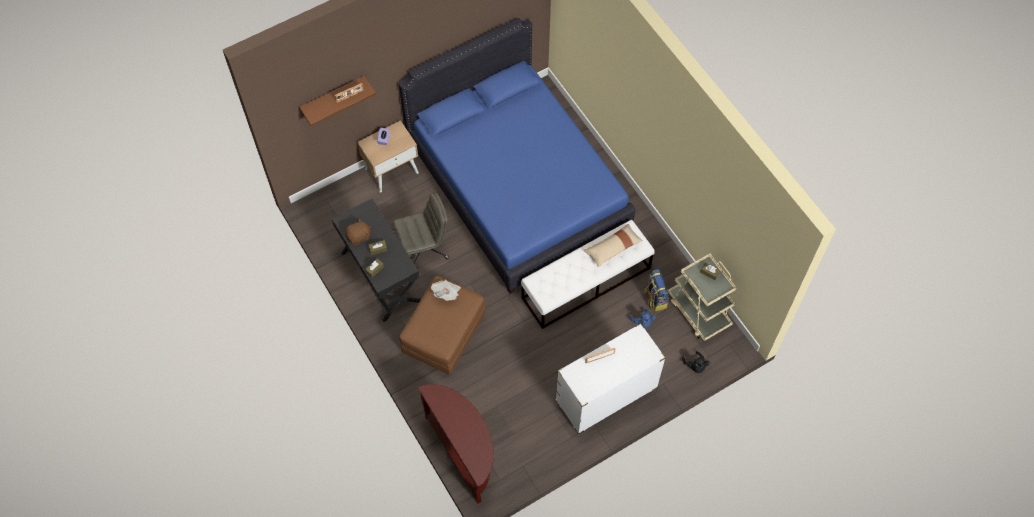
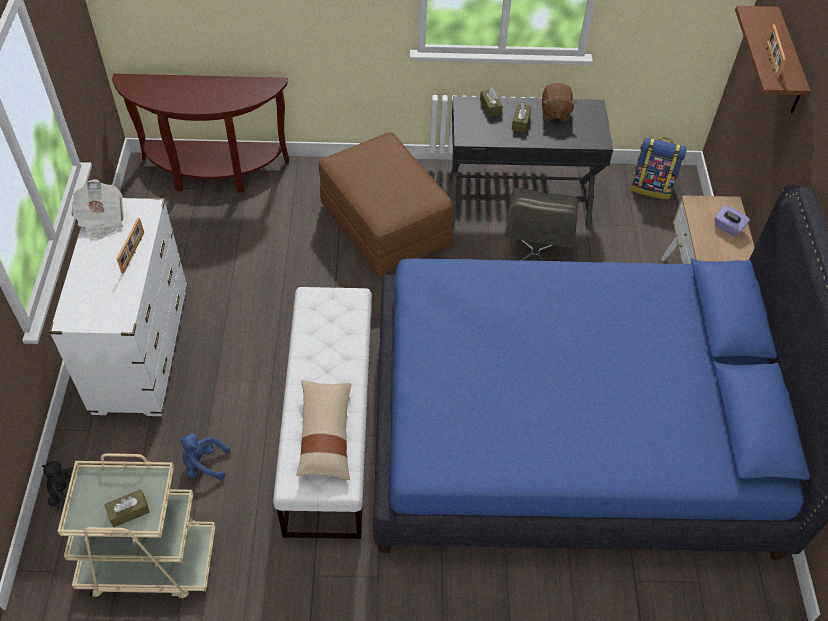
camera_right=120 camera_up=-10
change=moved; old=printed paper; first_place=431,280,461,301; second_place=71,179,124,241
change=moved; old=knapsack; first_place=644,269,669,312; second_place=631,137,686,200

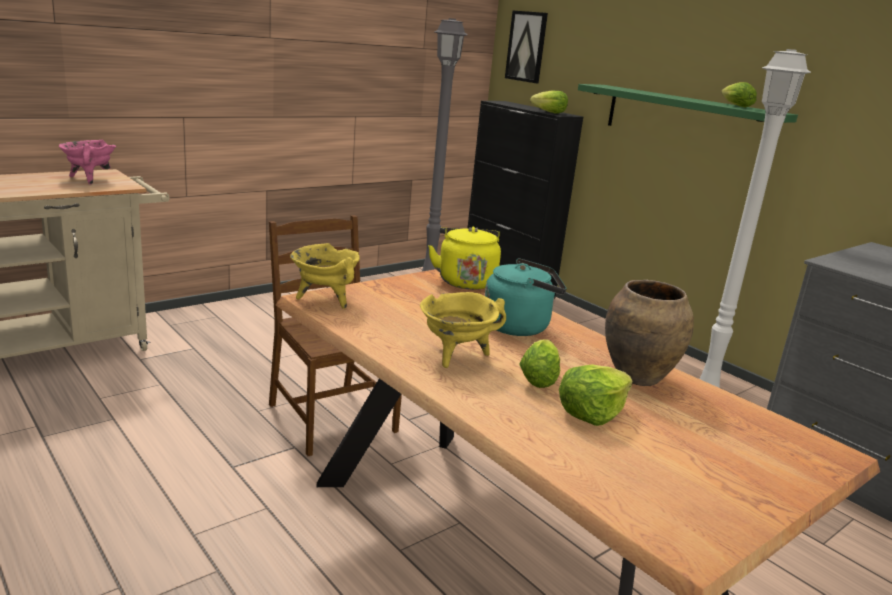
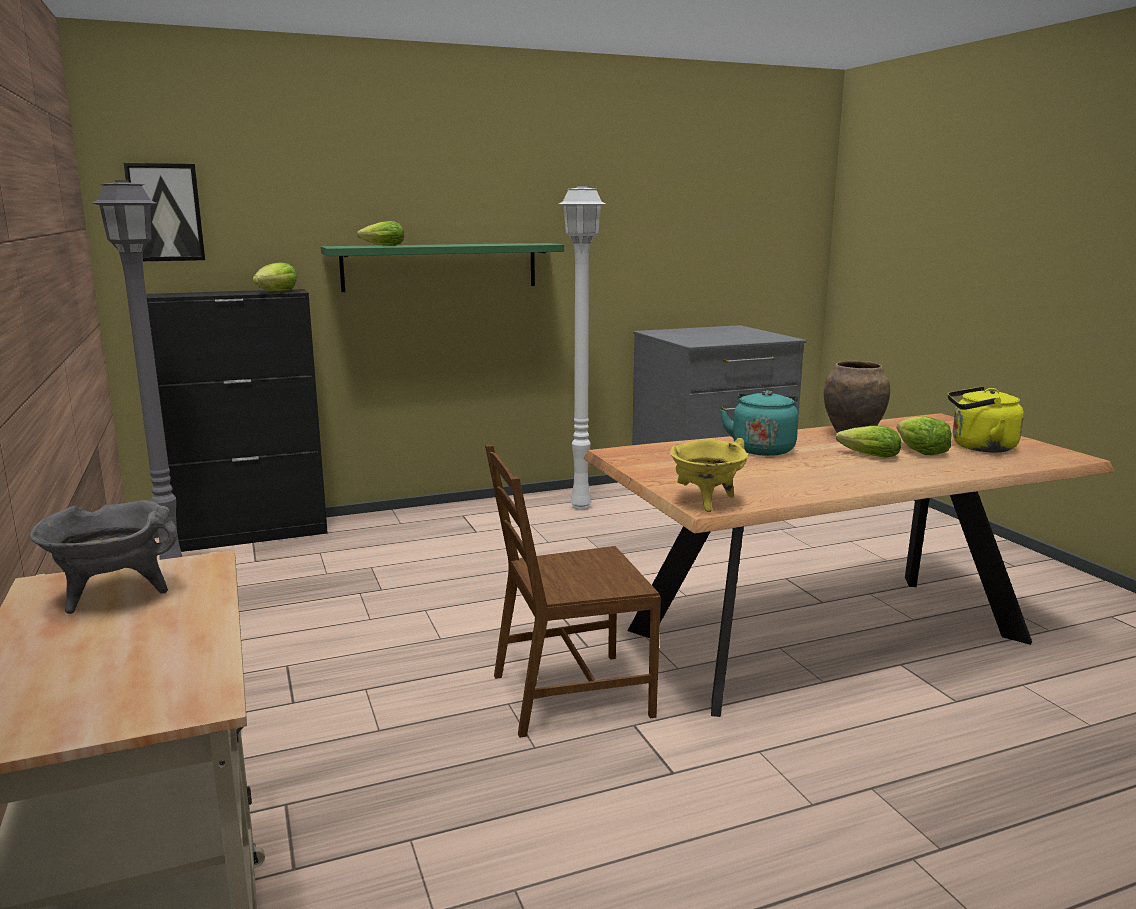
camera_right=-70 camera_up=-5
change=removed; old=stockpot (yellow); first_place=420,292,506,368
change=moved; old=water kettle (yellow); first_place=428,227,501,290; second_place=948,387,1024,453
change=moved; old=lettuce head; first_place=721,82,757,107; second_place=357,221,404,246
change=recoloured; old=stockpot (pink-coloured); new=stockpot (gray); first_place=59,140,116,184; second_place=30,500,178,614

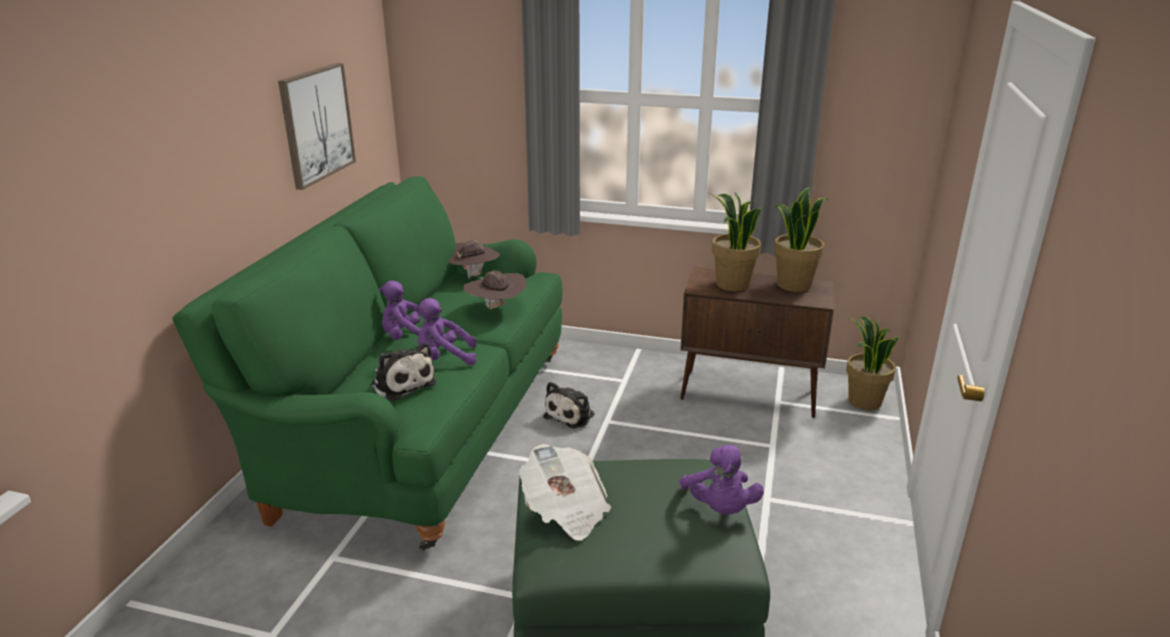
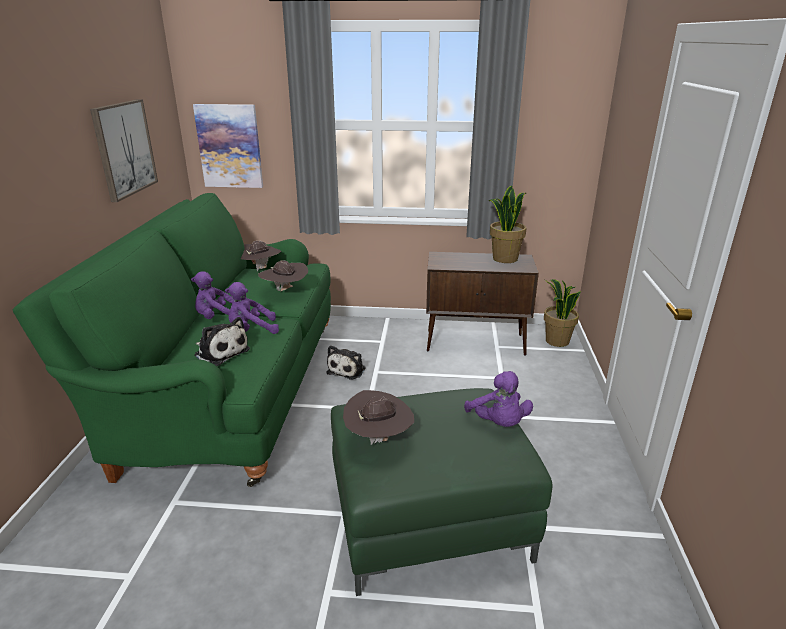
camera_right=-10 camera_up=0
change=removed; old=houseplant; first_place=710,193,762,291
change=added; new=picture; second_place=193,104,263,188
change=replaced; old=printed paper; new=hat (brownish); first_place=519,444,611,541; second_place=343,390,414,445

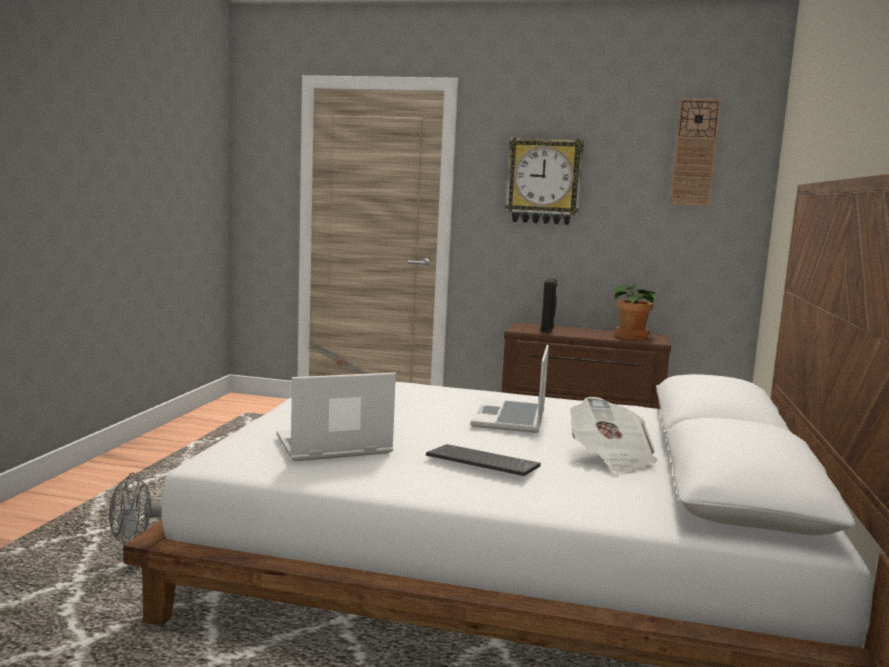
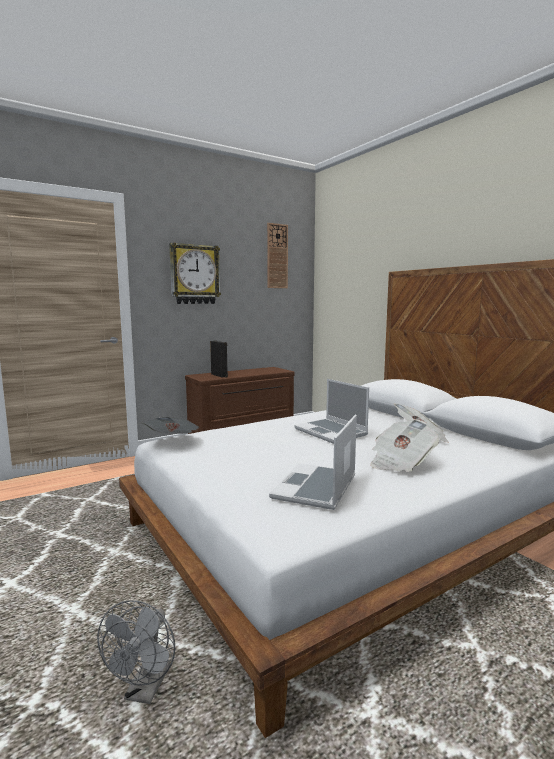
camera_right=-45 camera_up=0
change=removed; old=houseplant; first_place=614,285,657,340
change=replaced; old=PC keyboard; new=printed paper; first_place=426,444,541,476; second_place=370,419,439,472

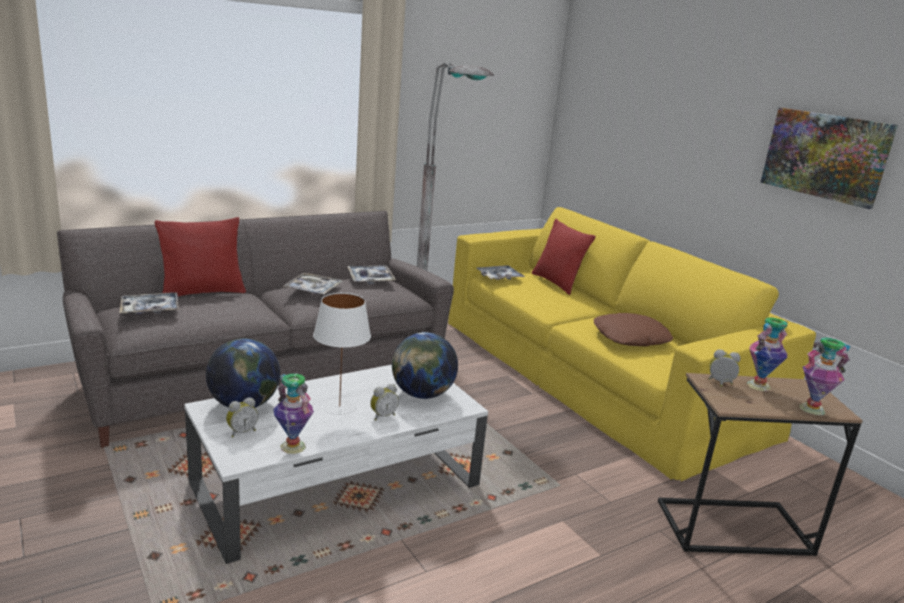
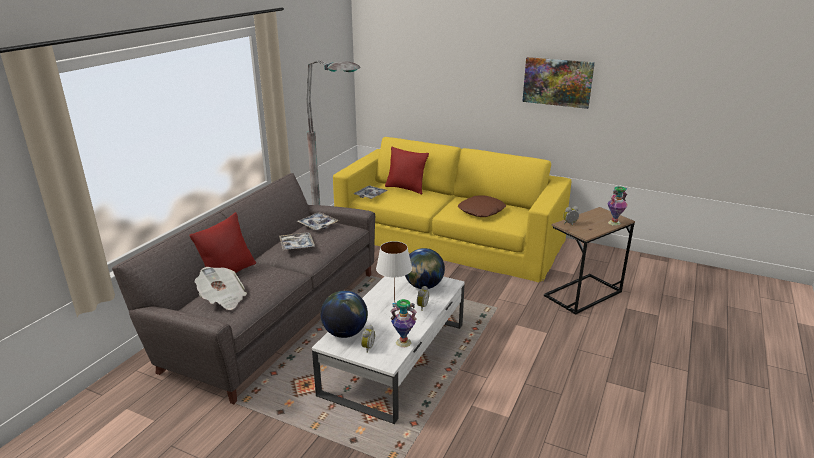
camera_right=-30 camera_up=5
change=removed; old=flower vase; first_place=747,318,788,391
change=replaced; old=tray; new=printed paper; first_place=120,292,179,314; second_place=195,267,247,310

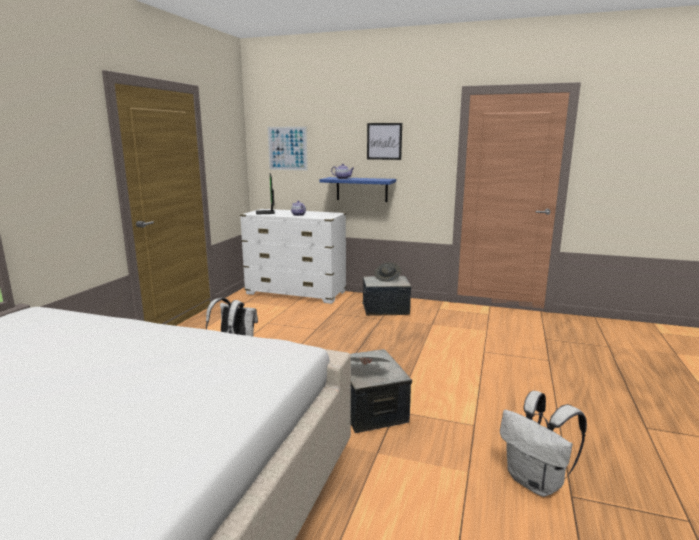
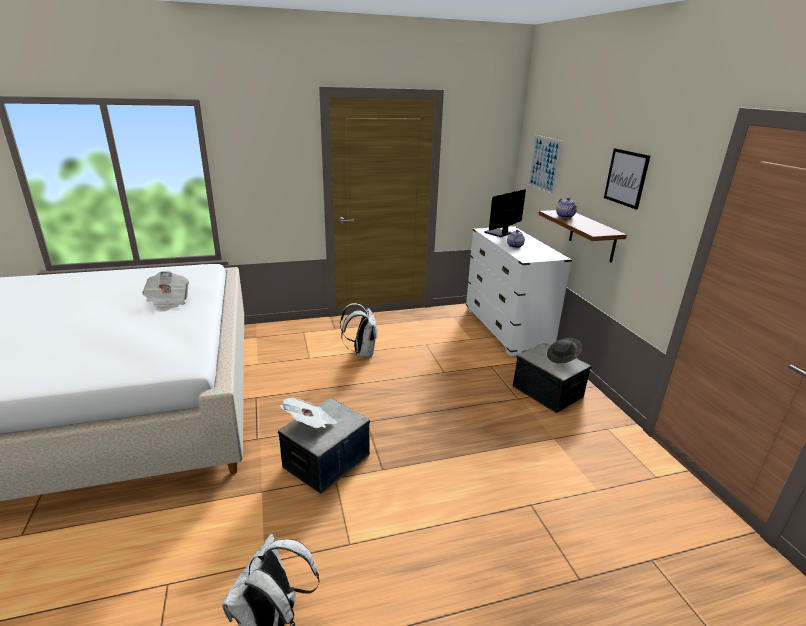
camera_right=55 camera_up=10
change=added; new=printed paper; second_place=142,271,189,312
change=recoloured; old=shelf (blue-coloured); new=shelf (brownish); first_place=319,177,396,202; second_place=538,210,627,262

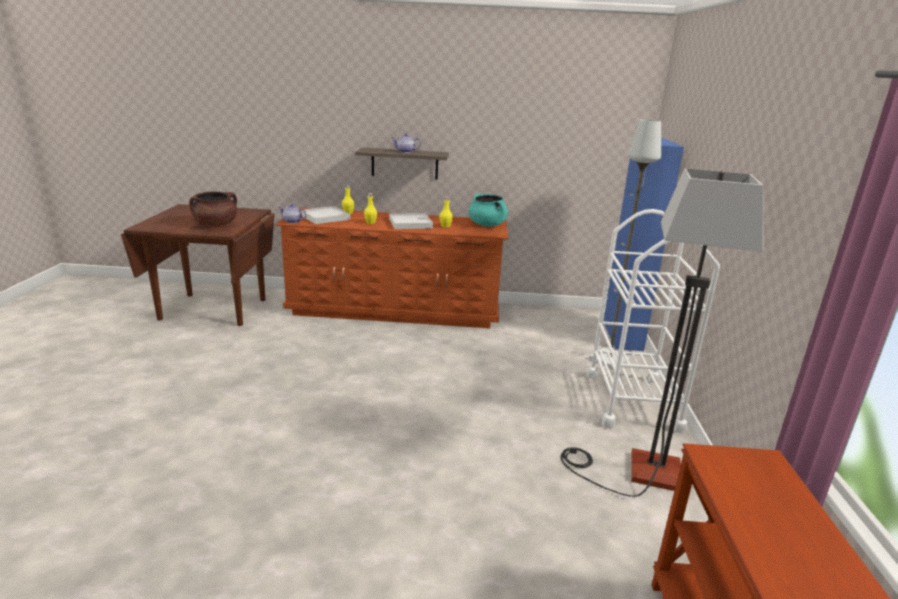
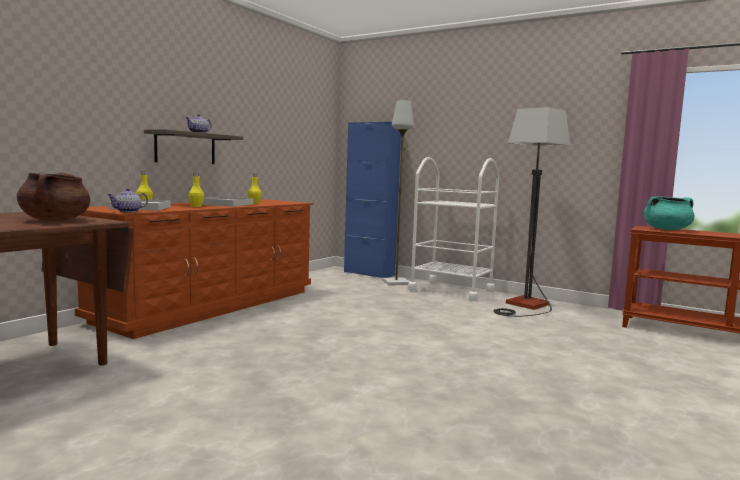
camera_right=-60 camera_up=-15
change=moved; old=stockpot (turquoise); first_place=469,193,508,227; second_place=644,196,694,230

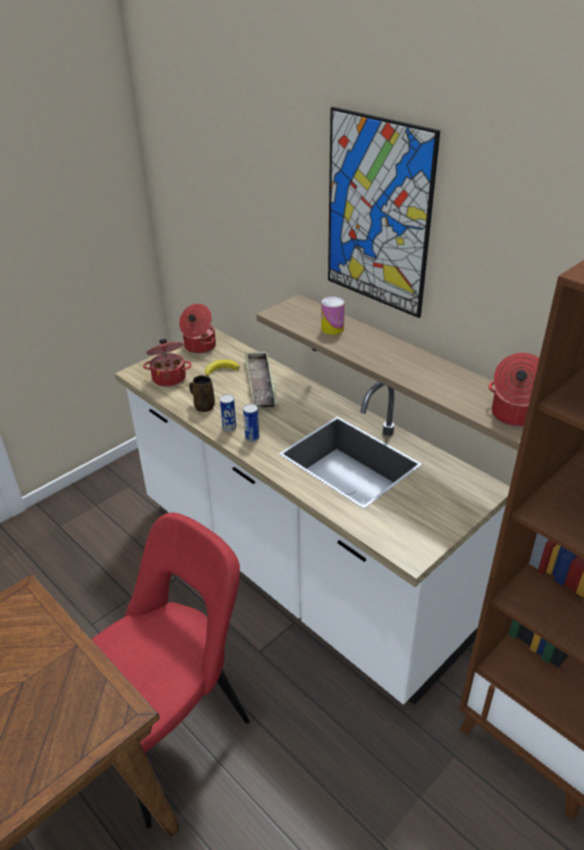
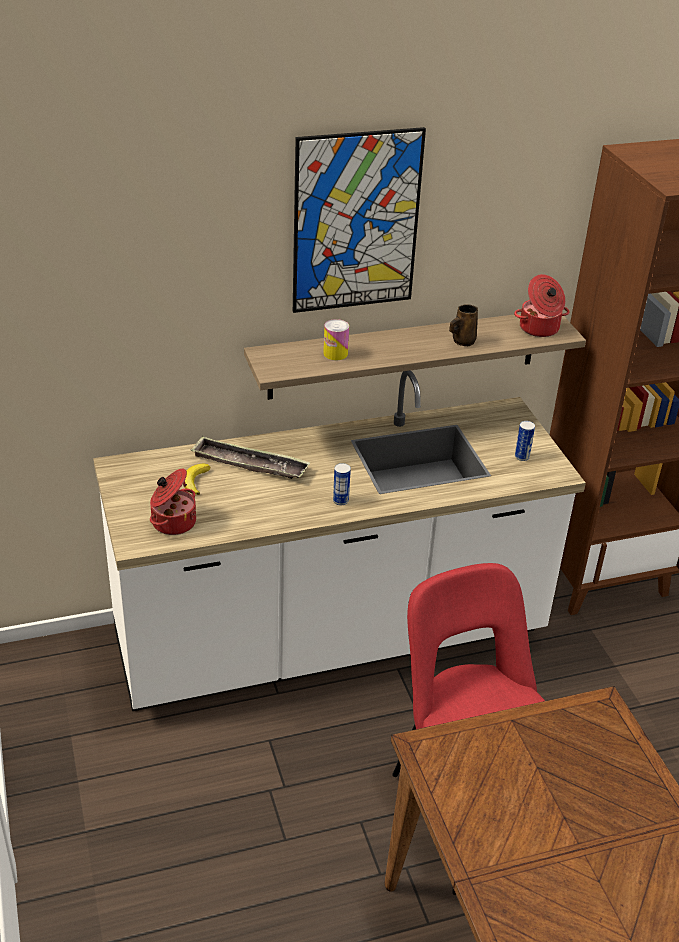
camera_right=-65 camera_up=0
change=removed; old=stockpot; first_place=179,304,216,354
change=moved; old=mug (brownish); first_place=189,375,215,412; second_place=449,304,478,346
change=moved; old=sealed can; first_place=220,394,236,432; second_place=515,421,535,461

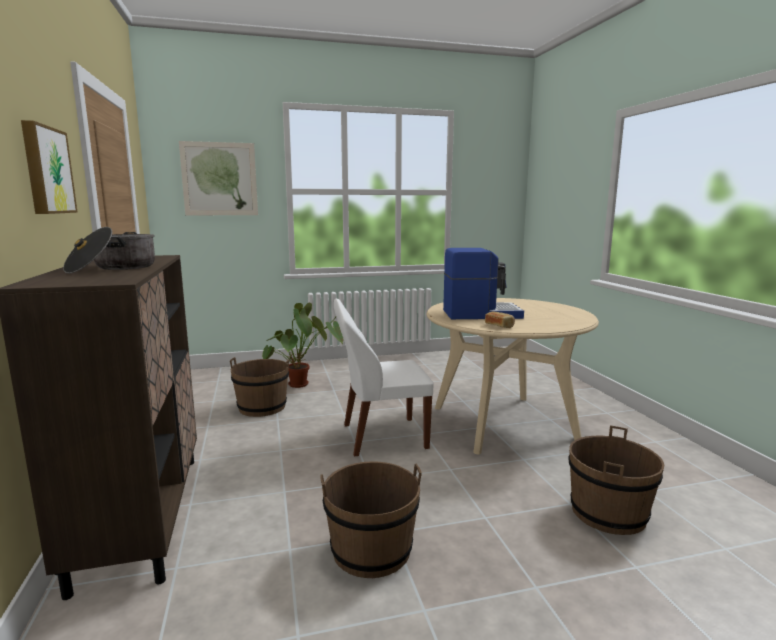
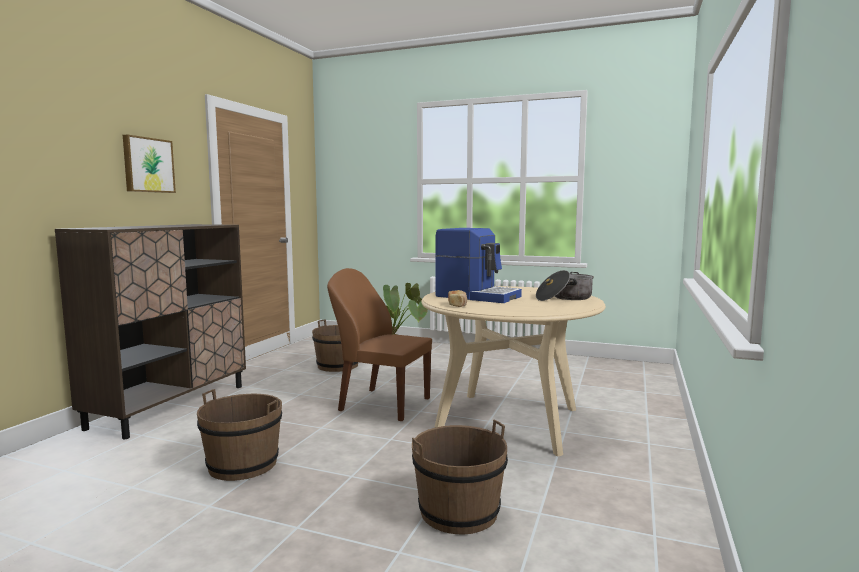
camera_right=35 camera_up=-5
change=removed; old=picture; first_place=179,141,258,215
change=moved; old=stockpot; first_place=63,227,155,274; second_place=536,270,594,301
change=recoloured; old=plain chair (white-coloured); new=plain chair (brownish); first_place=334,299,434,456; second_place=327,268,432,421

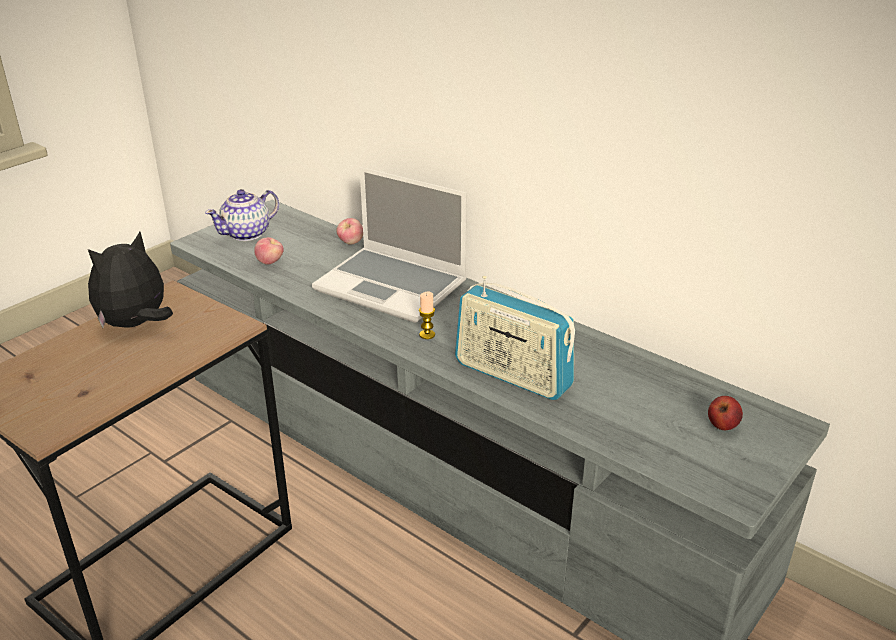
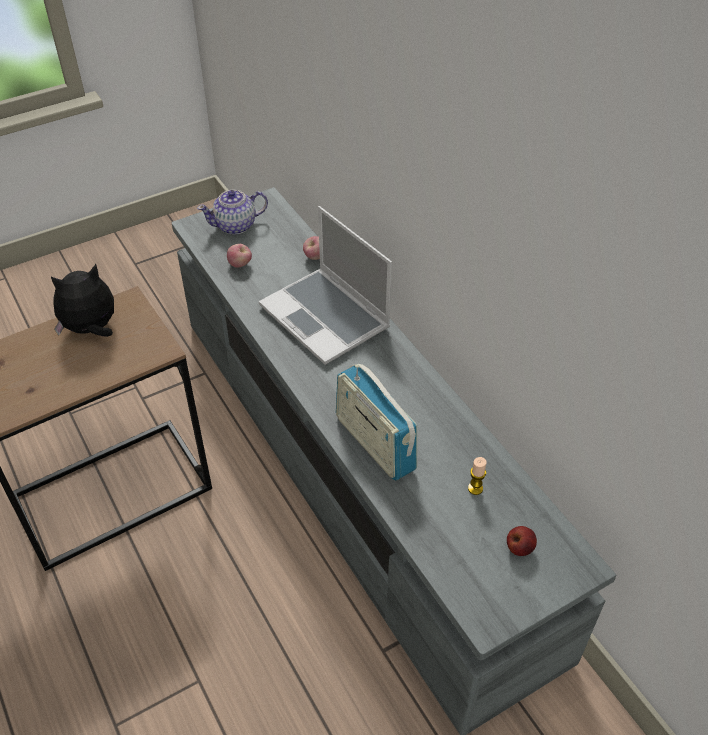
camera_right=20 camera_up=15
change=moved; old=candle; first_place=419,292,435,339; second_place=468,457,486,495

